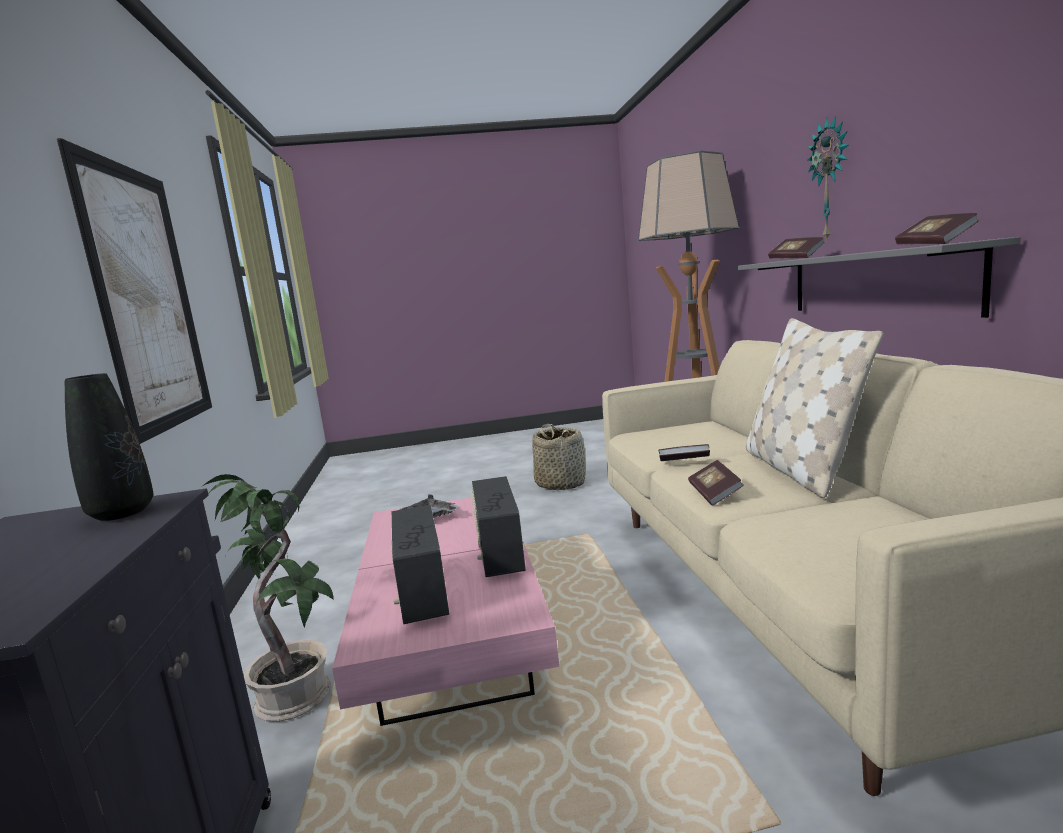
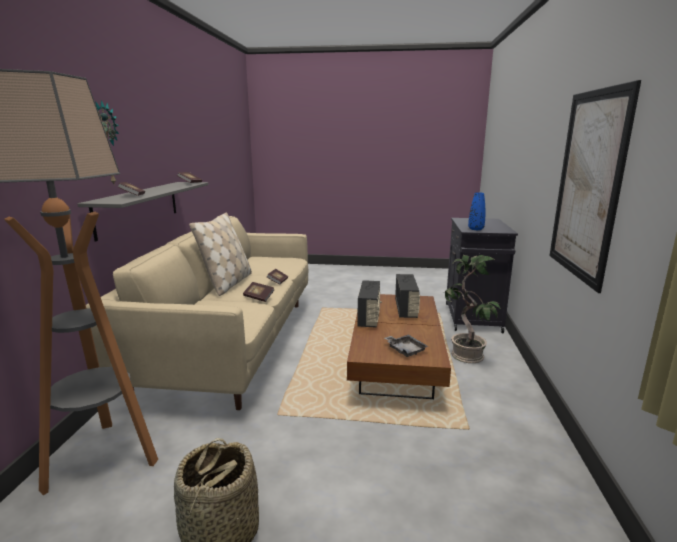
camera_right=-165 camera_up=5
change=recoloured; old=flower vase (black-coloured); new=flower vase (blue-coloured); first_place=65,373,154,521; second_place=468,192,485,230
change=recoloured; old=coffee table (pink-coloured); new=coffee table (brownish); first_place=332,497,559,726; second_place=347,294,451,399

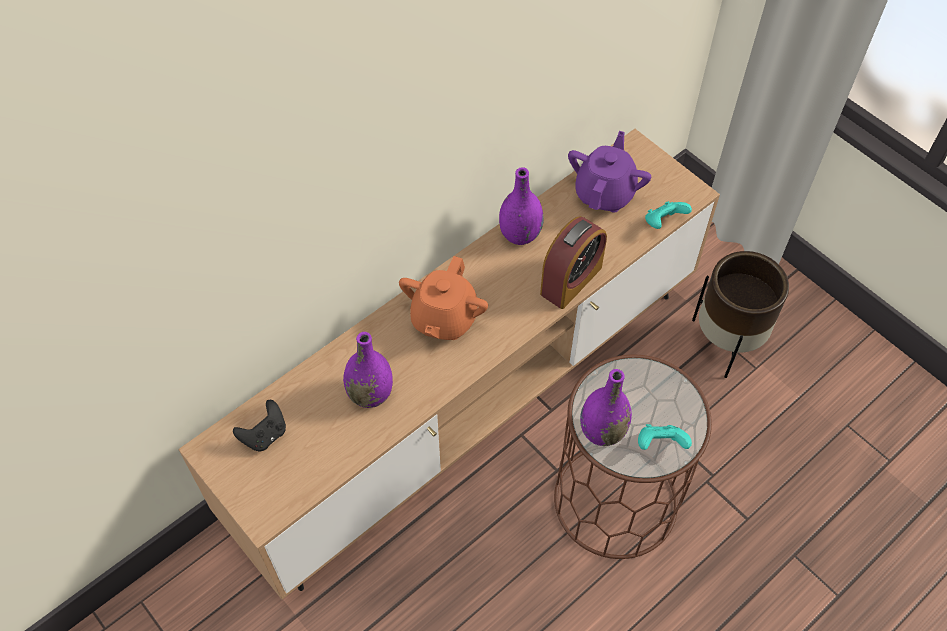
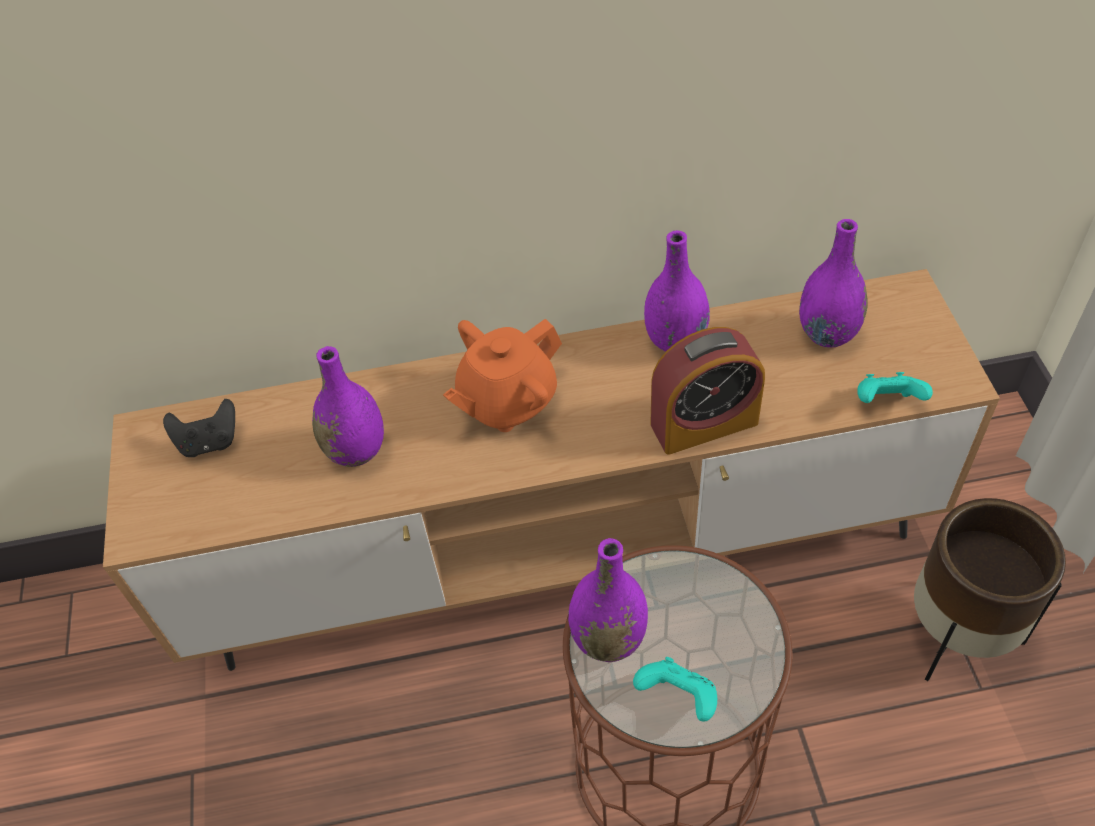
camera_right=35 camera_up=-5
change=replaced; old=tea pot (purplish); new=flower vase (purplish); first_place=568,131,651,213; second_place=799,219,868,348

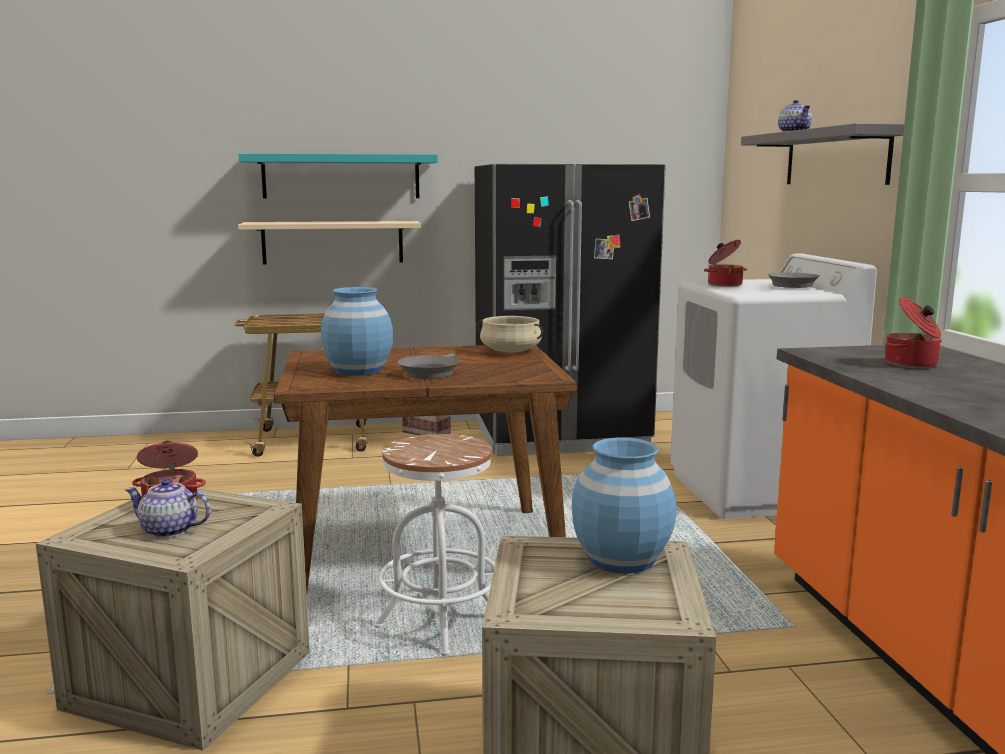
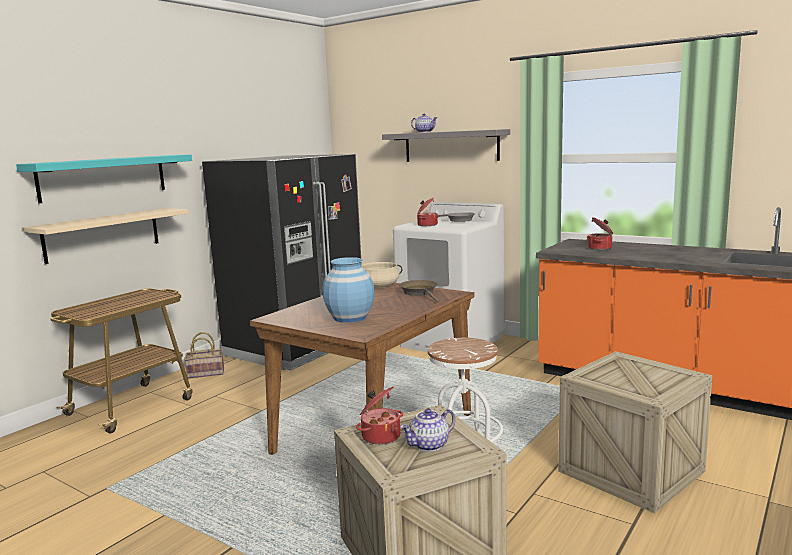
camera_right=-45 camera_up=0
change=removed; old=pan (gray); first_place=398,353,460,379
change=removed; old=flower vase (blue-coloured); first_place=571,438,676,573
change=added; new=pan (brownish); second_place=399,280,439,302

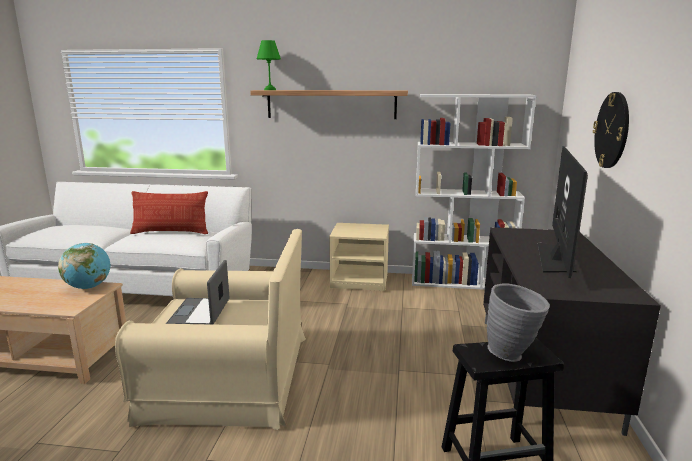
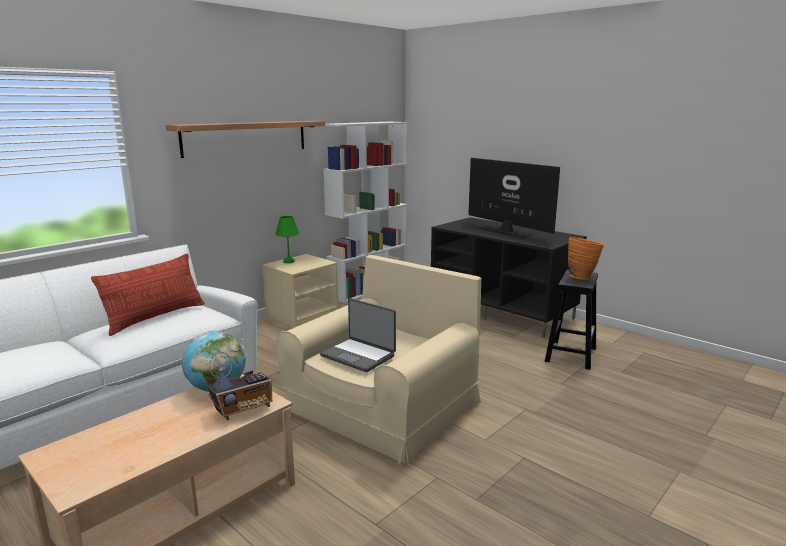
camera_right=-55 camera_up=0
change=removed; old=hanging clock; first_place=593,92,629,168
change=added; new=radio; second_place=208,352,272,420
change=moved; old=table lamp (green-coloured); first_place=257,40,281,90; second_place=275,216,299,263
change=recoloured; old=flower vase (gray); new=flower vase (orange); first_place=487,283,550,362; second_place=568,237,604,280

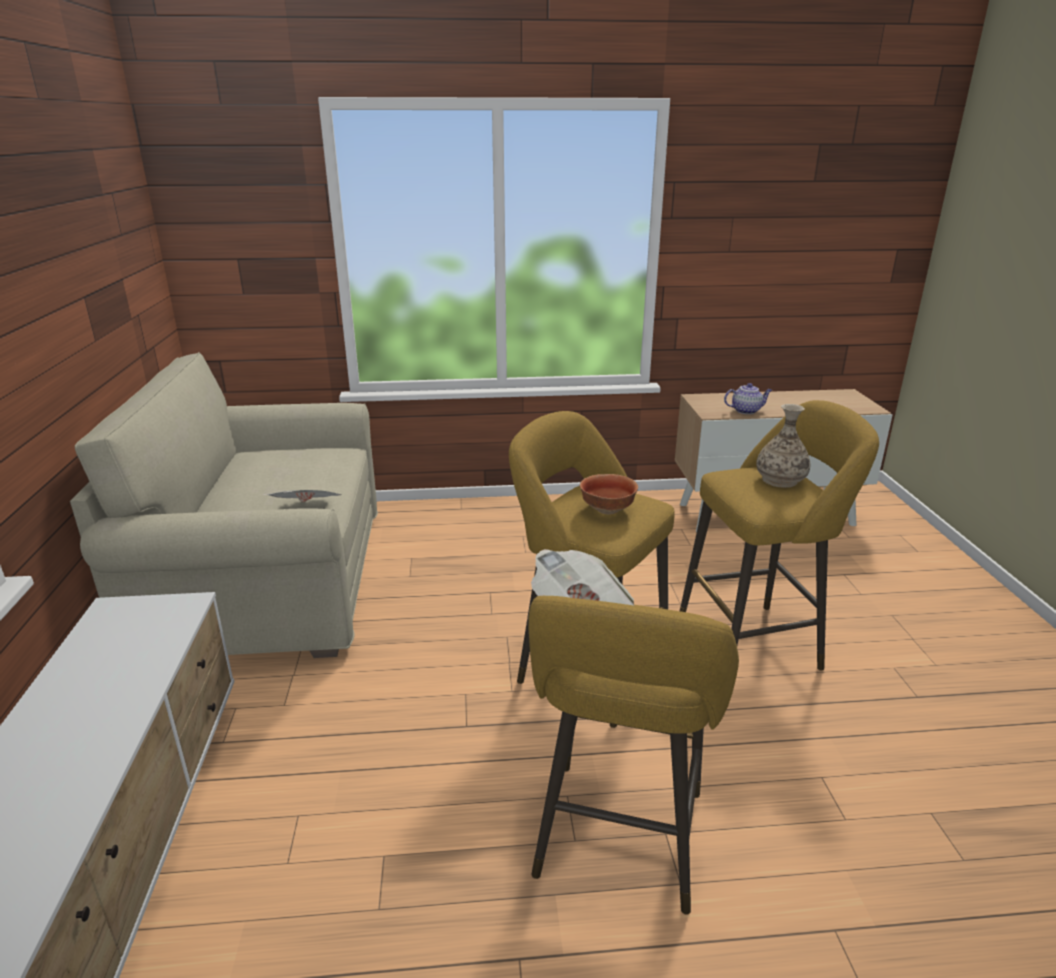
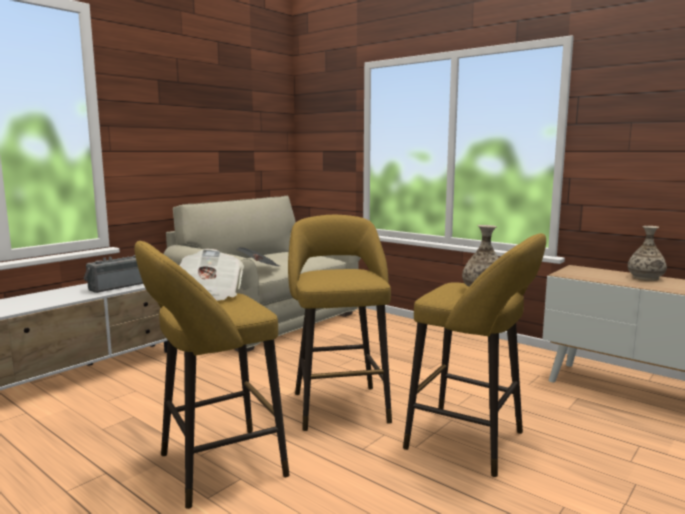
camera_right=45 camera_up=-15
change=removed; old=bowl; first_place=580,474,638,514
change=removed; old=tea pot; first_place=724,383,772,414
change=added; new=radio; second_place=83,255,143,293
change=added; new=flower vase; second_place=628,226,667,281

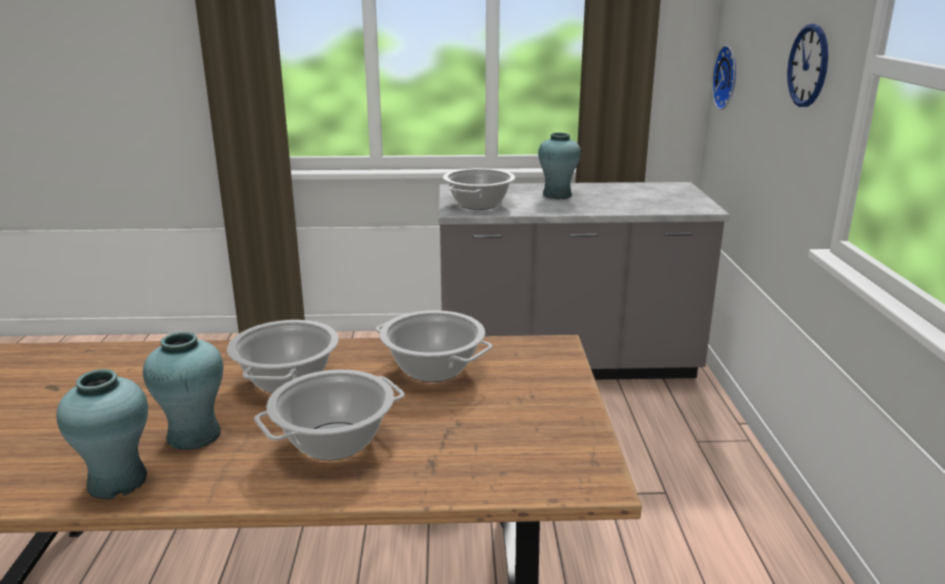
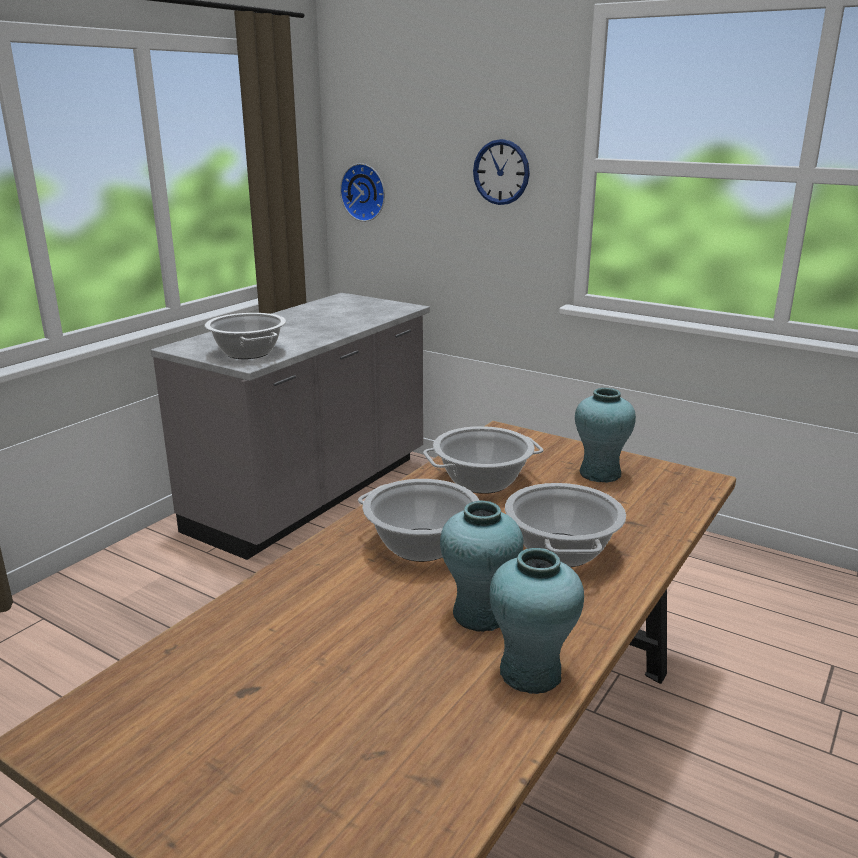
camera_right=-55 camera_up=0
change=moved; old=flower vase (turquoise); first_place=538,132,581,199; second_place=575,388,636,483

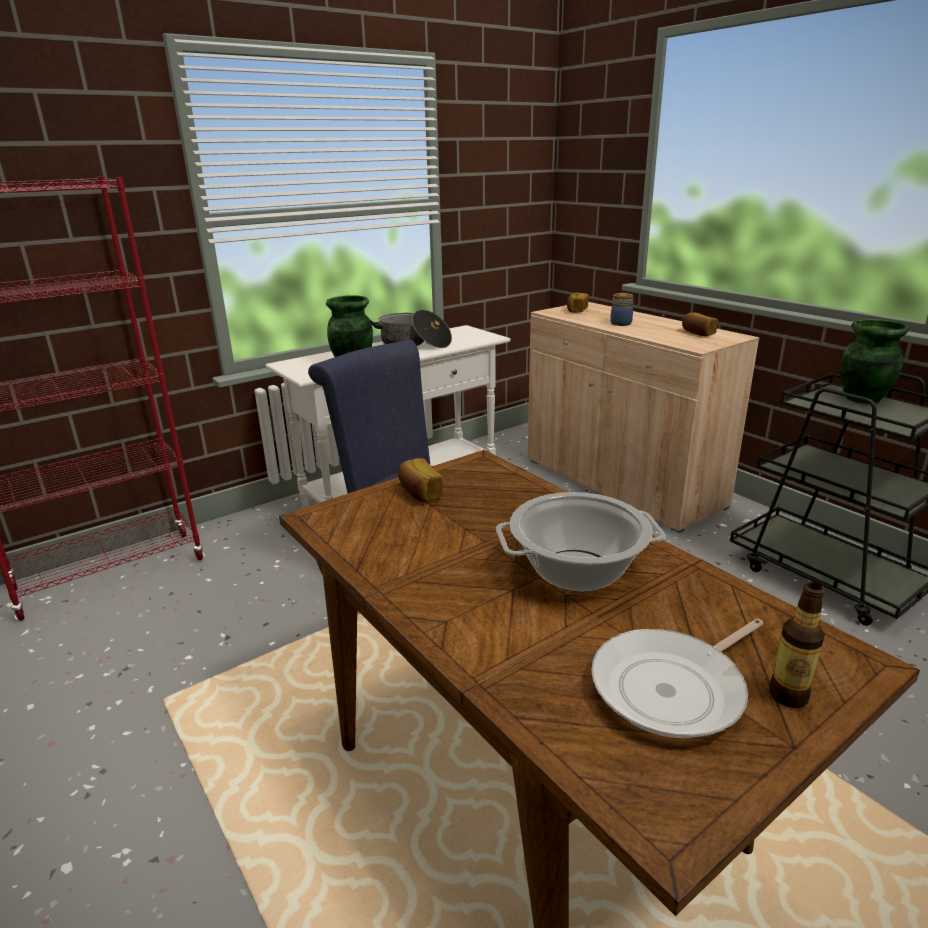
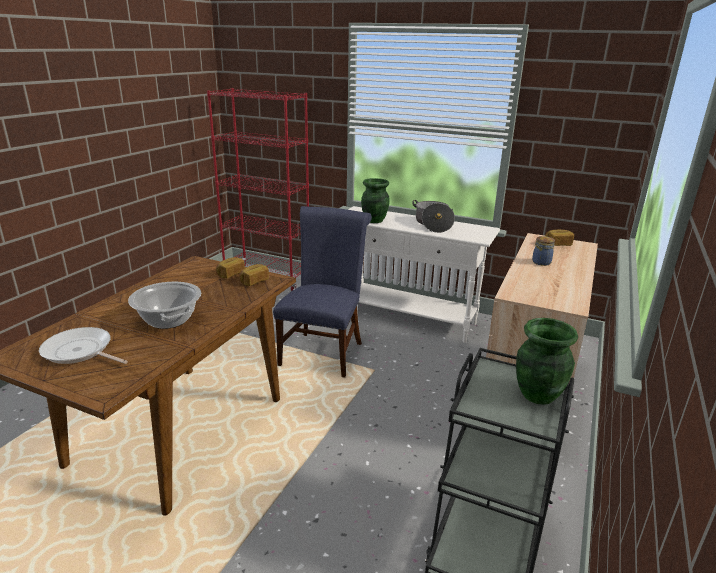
camera_right=60 camera_up=0
change=removed; old=bottle; first_place=769,582,825,708
change=moved; old=bread; first_place=682,313,718,336; second_place=239,264,269,286

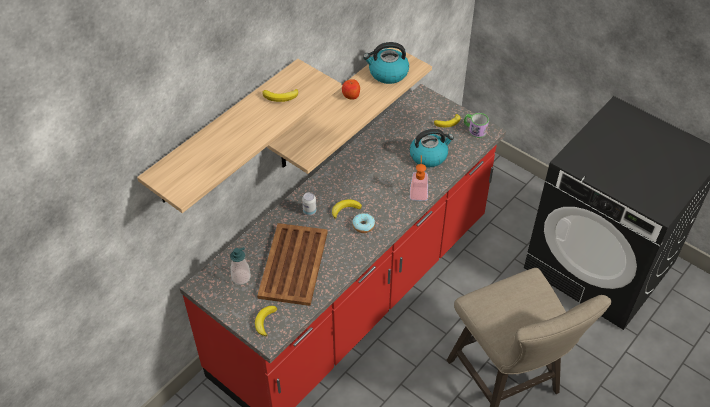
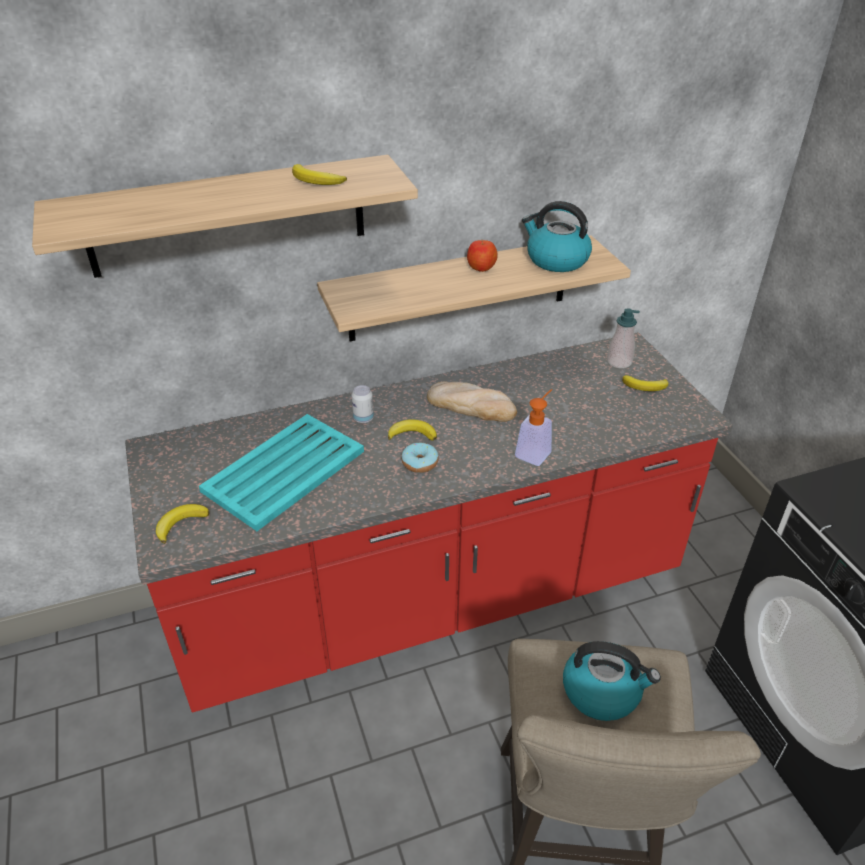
camera_right=30 camera_up=-10
change=removed; old=mug; first_place=464,113,489,138
change=added; new=bread; second_place=427,381,517,422
change=moved; old=soap bottle; first_place=230,247,251,285; second_place=607,308,640,368
change=moved; old=water kettle; first_place=410,129,454,167; second_place=563,641,661,721
change=recoloured; old=tray (brownish); new=tray (turquoise); first_place=257,223,328,306; second_place=199,414,364,531

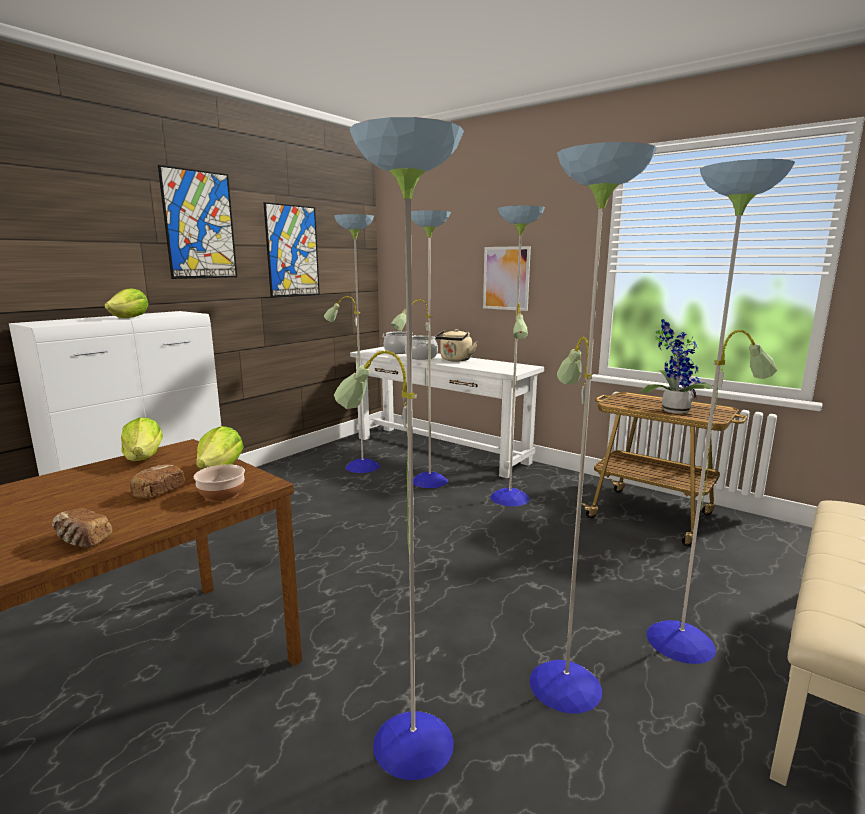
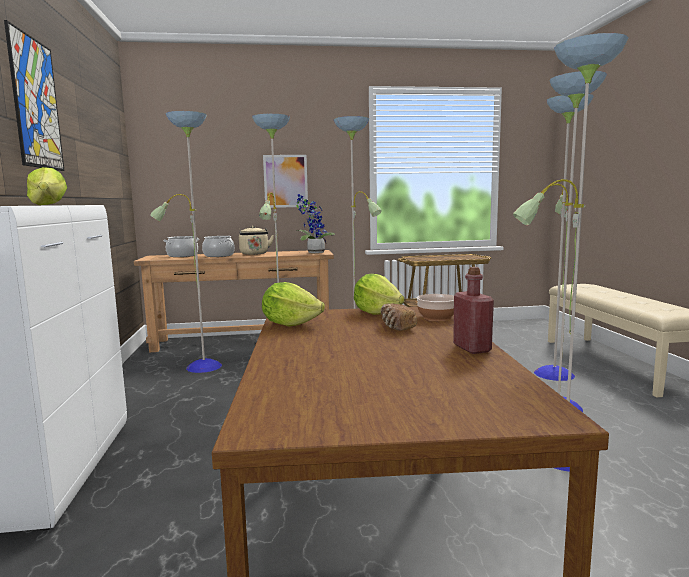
camera_right=-45 camera_up=-5
change=removed; old=picture; first_place=263,202,320,298
change=moved; old=houseplant; first_place=642,319,713,414; second_place=296,194,335,253
change=replaced; old=bread; new=bottle (red); first_place=52,508,112,548; second_place=453,267,494,354
change=recoloured; old=narrow table (white-coloured); new=narrow table (brownish); first_place=350,347,544,478; second_place=134,250,334,352

